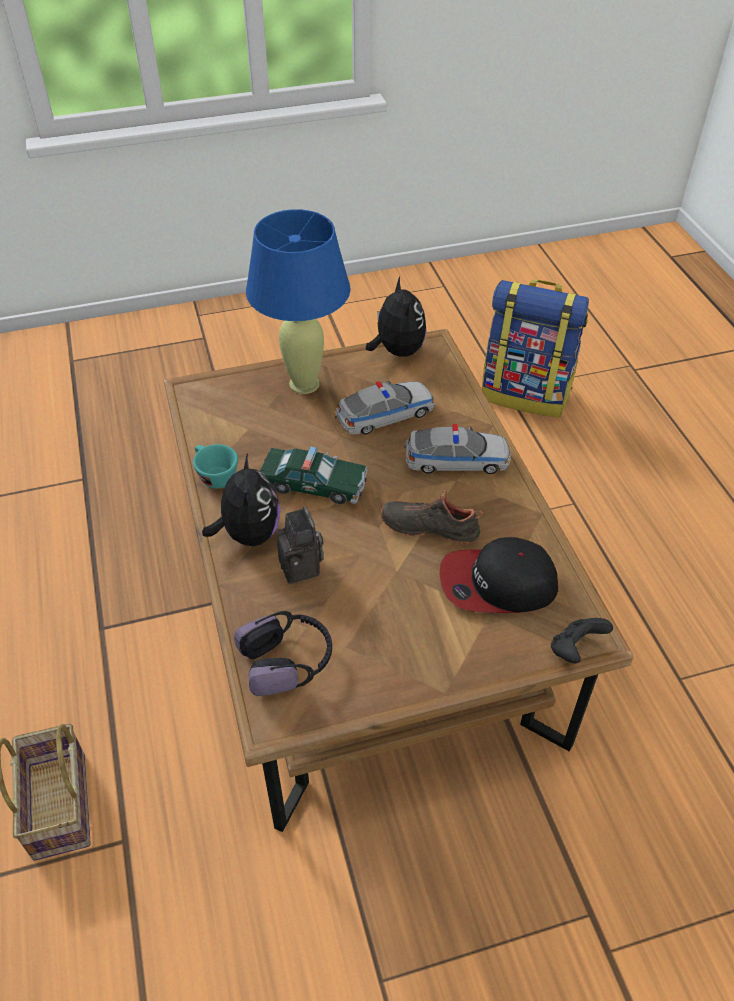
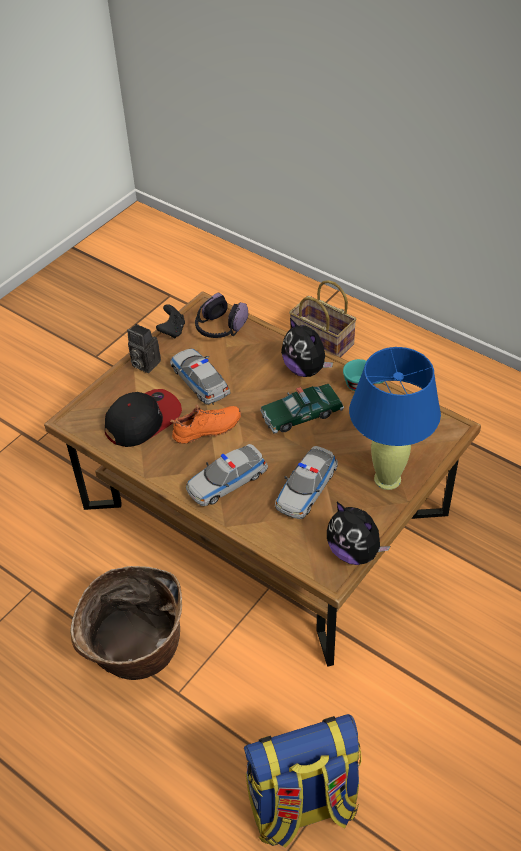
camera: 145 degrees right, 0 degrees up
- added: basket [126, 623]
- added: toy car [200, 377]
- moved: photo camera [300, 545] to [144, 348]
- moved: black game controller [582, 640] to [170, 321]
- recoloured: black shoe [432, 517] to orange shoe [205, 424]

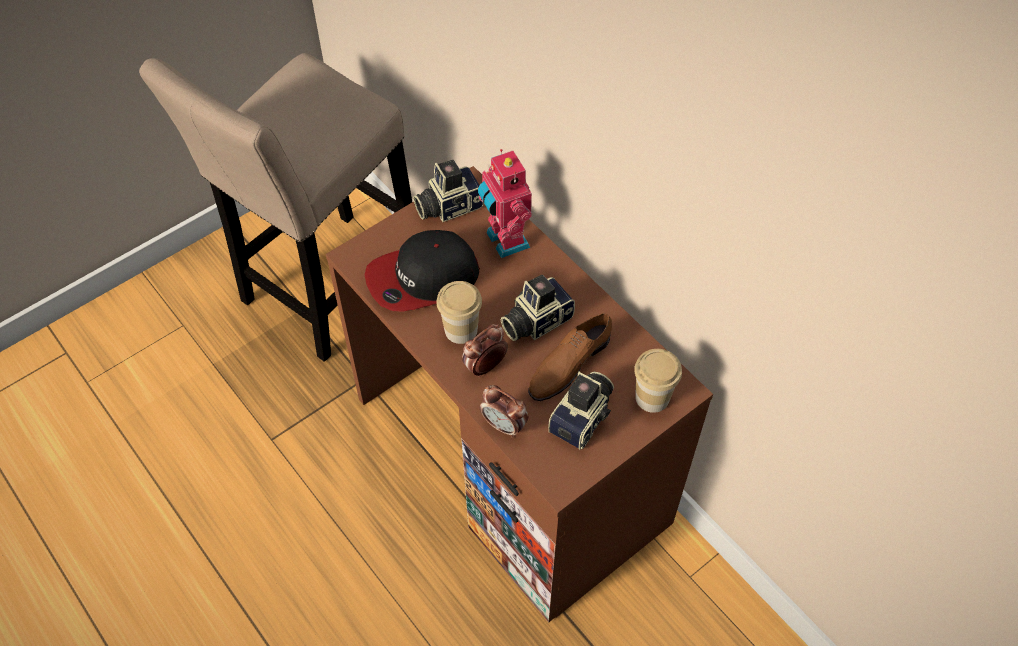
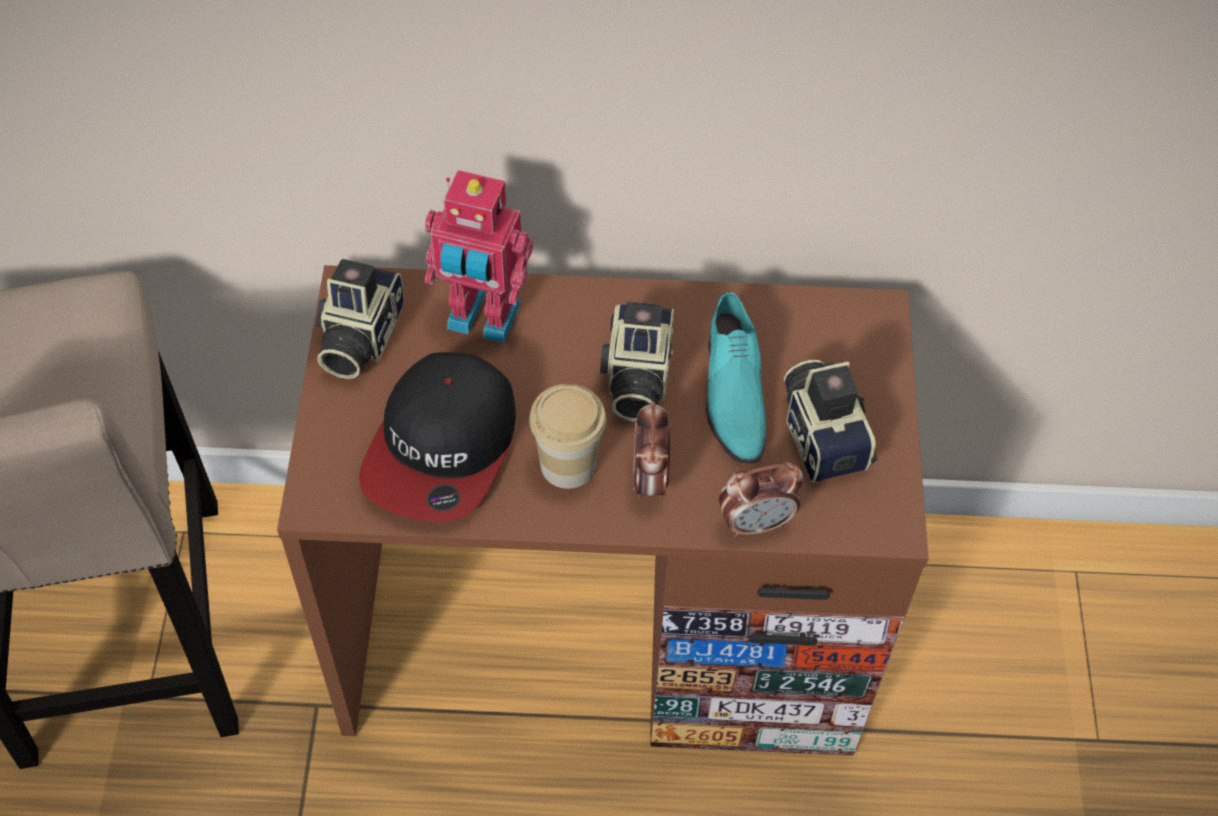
camera: 50 degrees left, 0 degrees up
- removed: cup [658, 381]
- recoloured: brown shoe [570, 357] to turquoise shoe [736, 378]

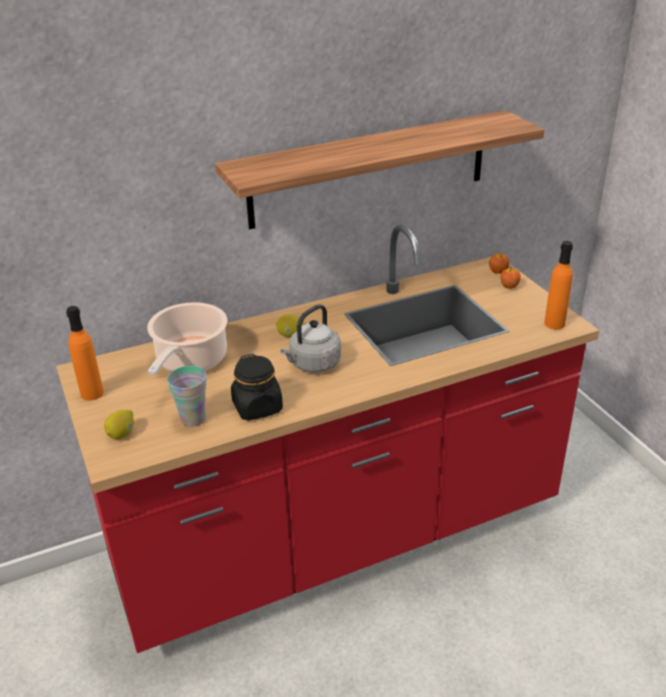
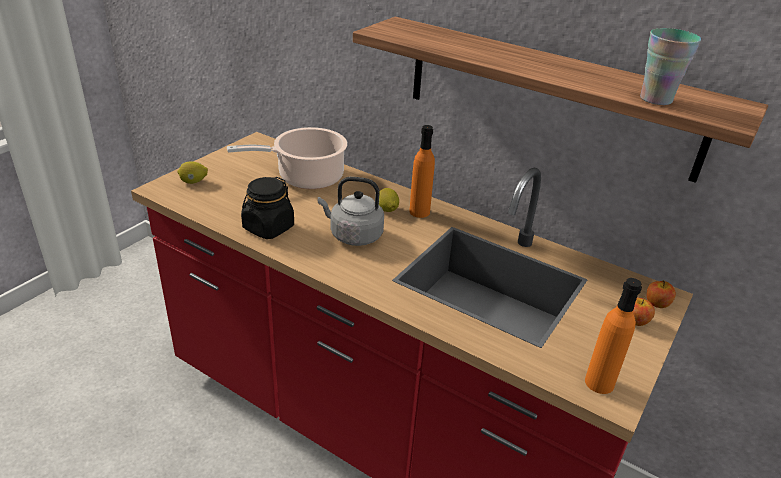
camera: 55 degrees right, 0 degrees up
- moved: orange bottle [85, 353] to [422, 171]
- moved: cup [186, 396] to [670, 66]

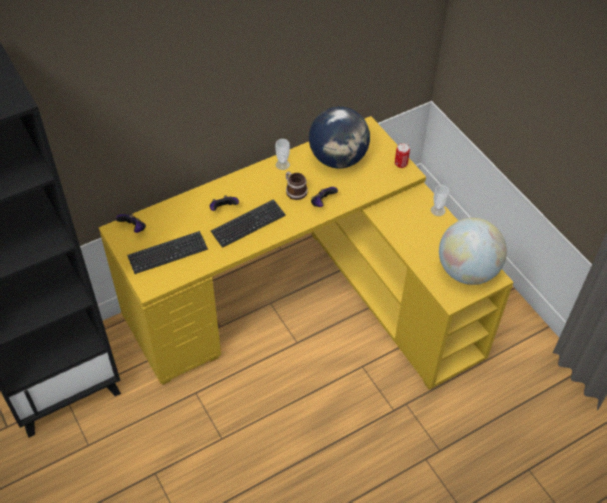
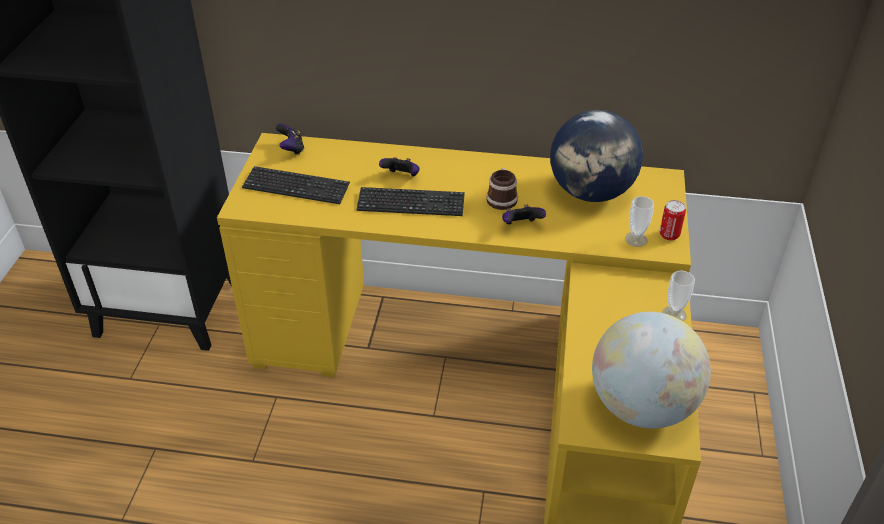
camera: 40 degrees right, 10 degrees down
- moved: cup [282, 154] to [639, 221]

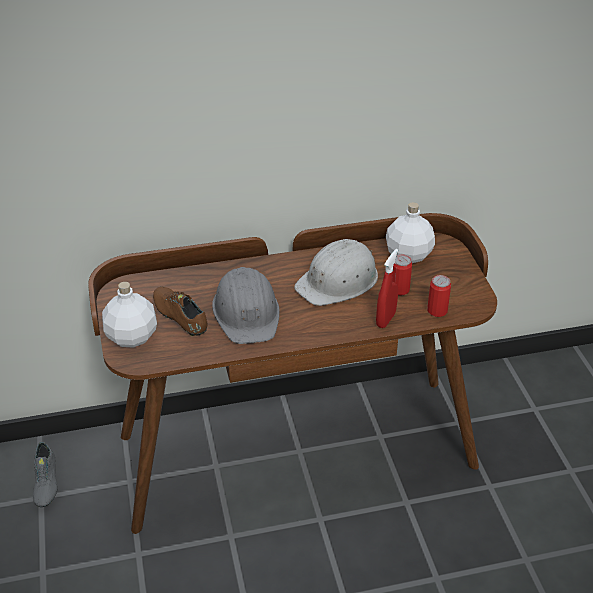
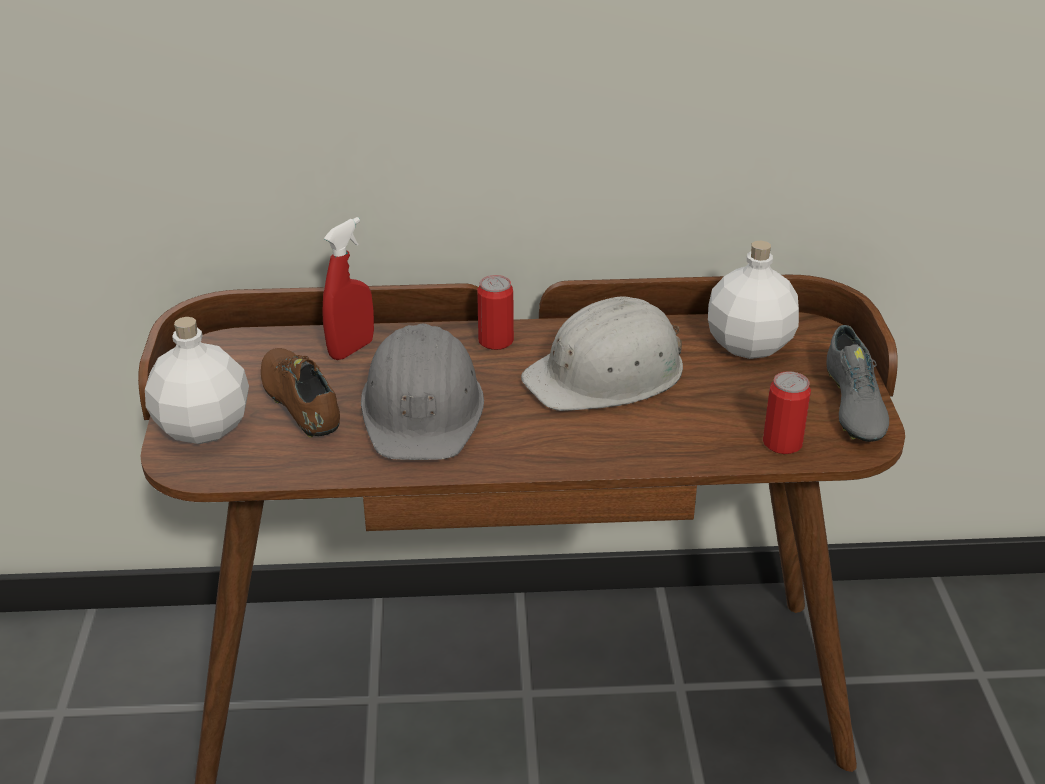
camera: 10 degrees right, 5 degrees down
- moved: grey shoe [45, 474] to [858, 383]
- moved: red spray bottle [387, 288] to [348, 288]
- moved: can [402, 275] to [495, 312]

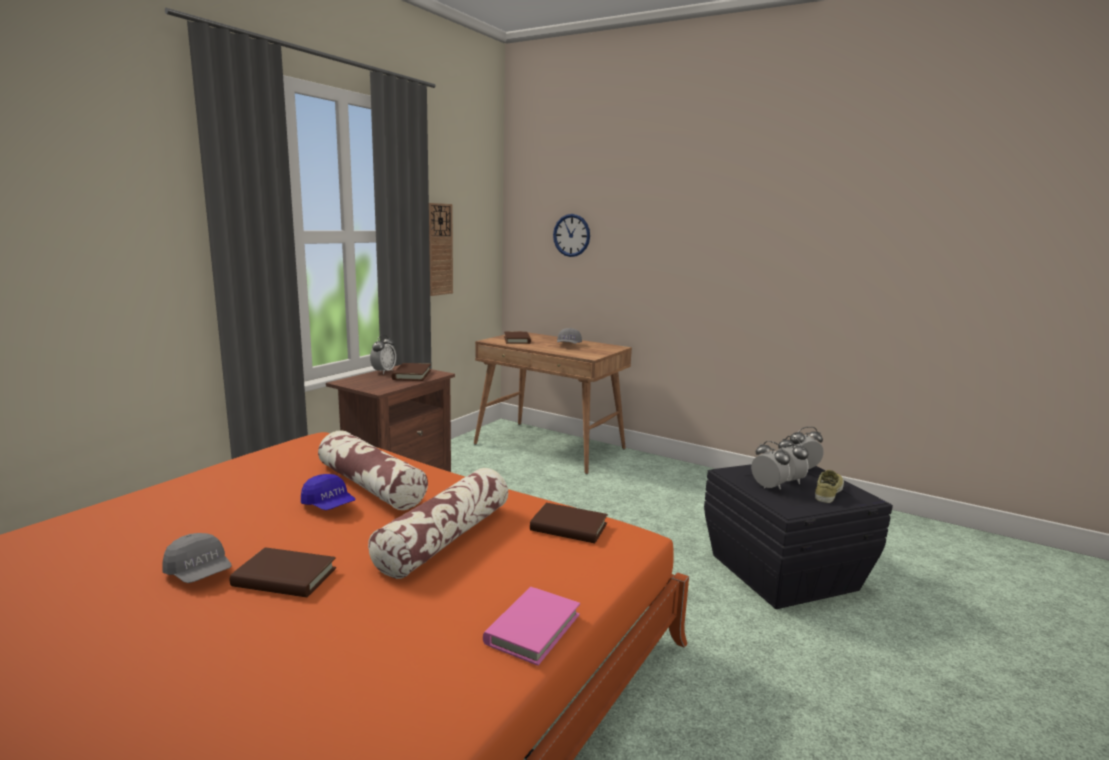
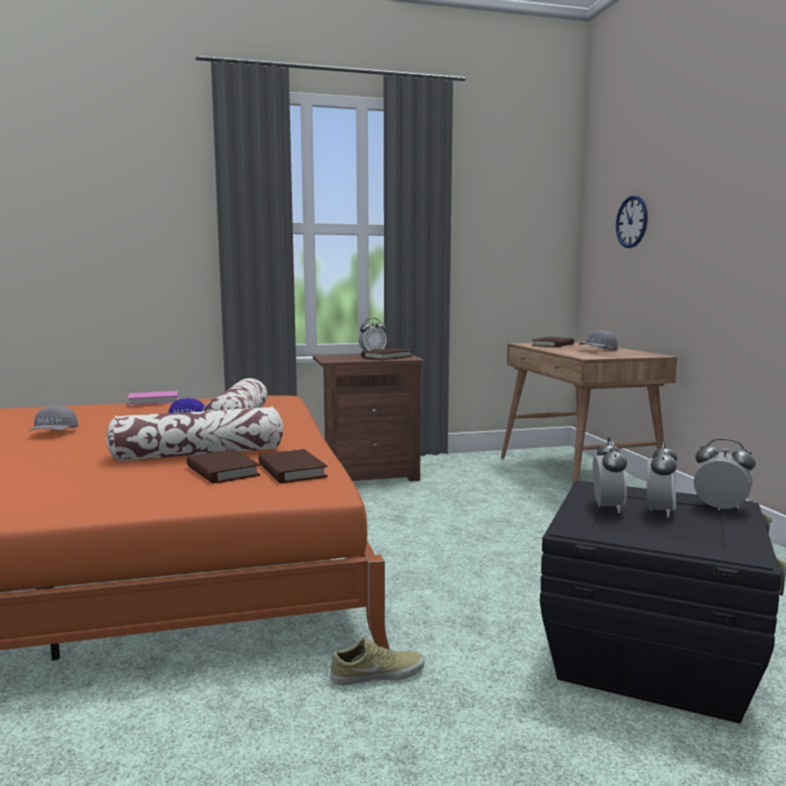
camera: 45 degrees right, 5 degrees down
- removed: wall clock [441, 249]
- moved: brown book [283, 572] to [223, 466]
- moved: pink book [531, 626] to [152, 398]
- moved: beige shoe [829, 486] to [377, 661]

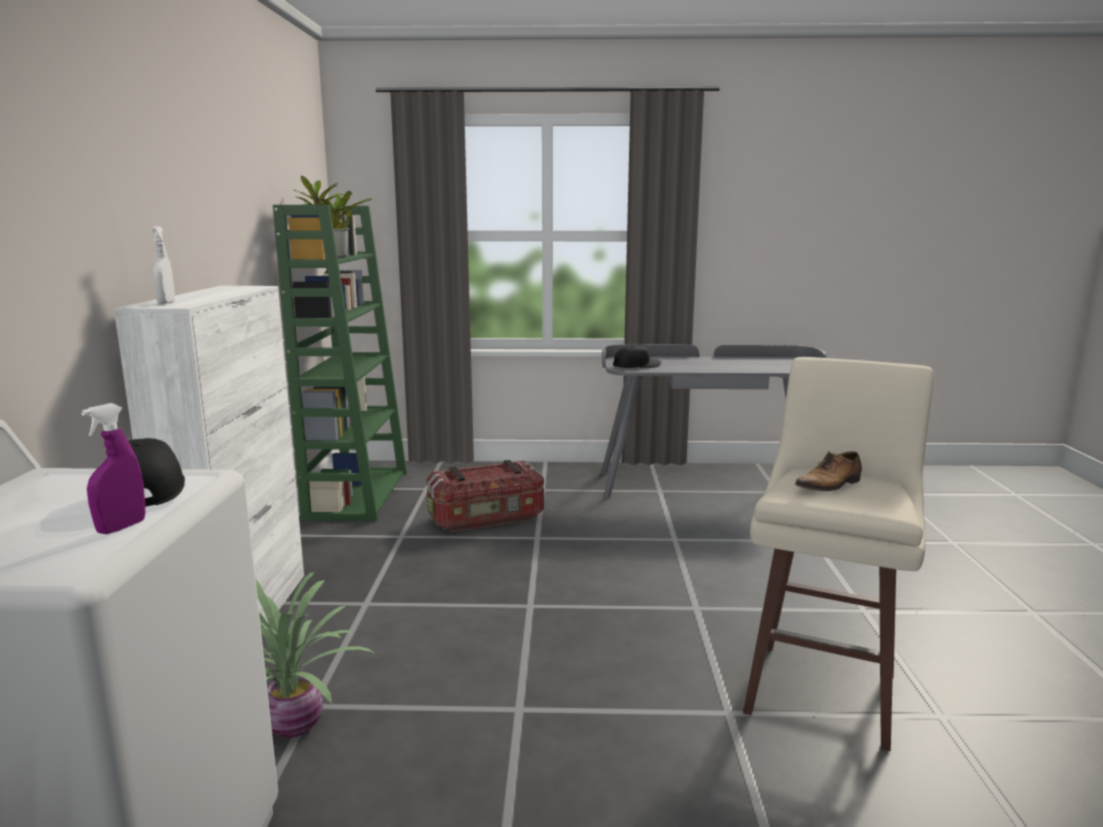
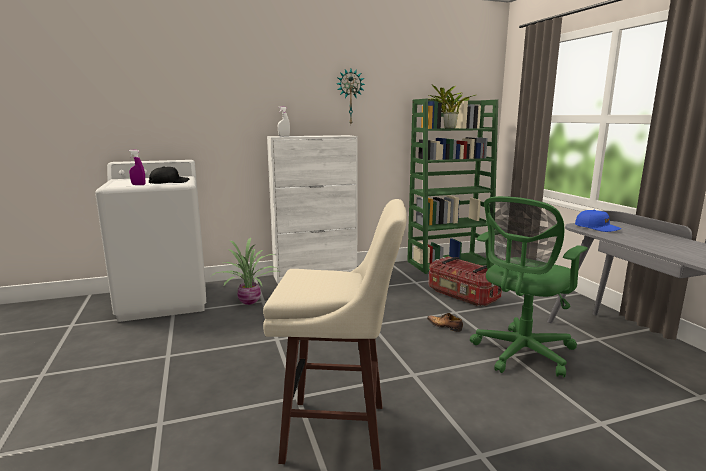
camera: 70 degrees right, 0 degrees up
- added: wall clock [351, 96]
- added: green office chair [529, 287]
- moved: shoe [828, 471] to [445, 322]
- recoloured: black cap [637, 356] to blue cap [598, 221]

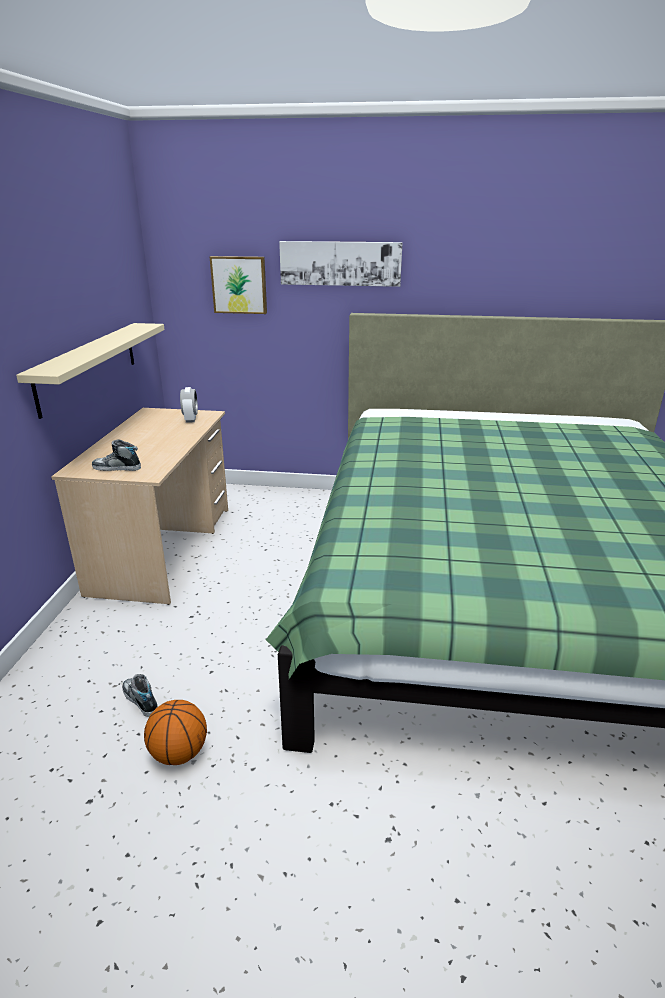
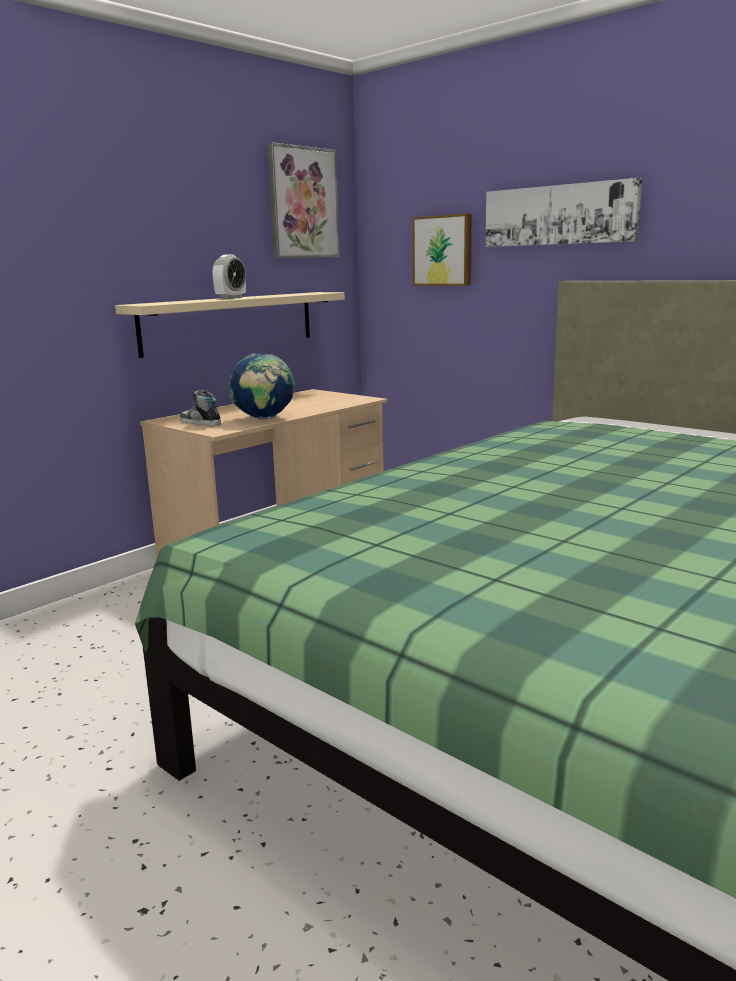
camera: 35 degrees right, 10 degrees down
- removed: shoe [140, 695]
- removed: basketball [175, 732]
- added: globe [262, 386]
- added: picture [303, 200]
- moved: alarm clock [189, 405] to [229, 276]

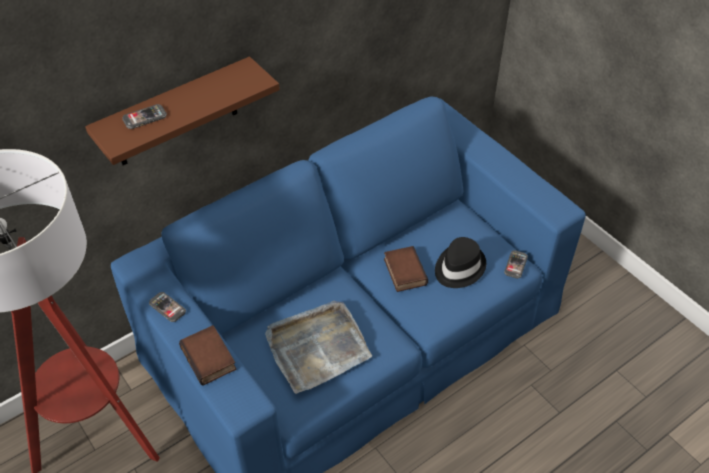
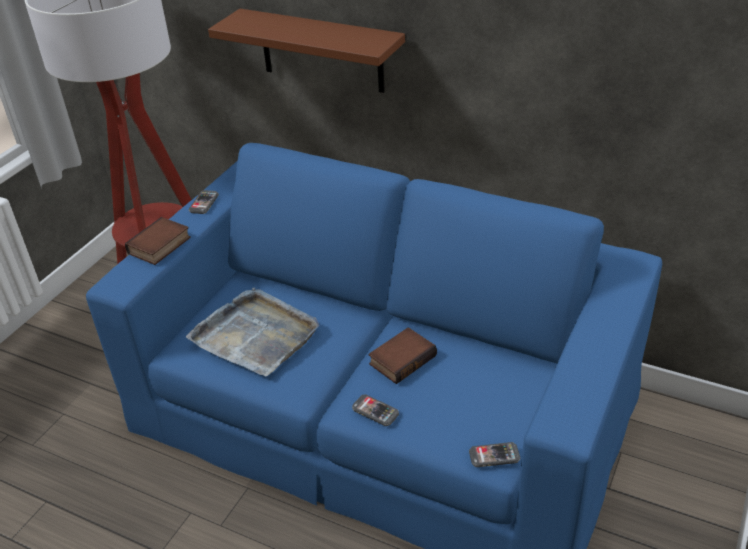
camera: 65 degrees right, 10 degrees down
- removed: black hat [460, 262]
- moved: phone [144, 116] to [375, 410]

